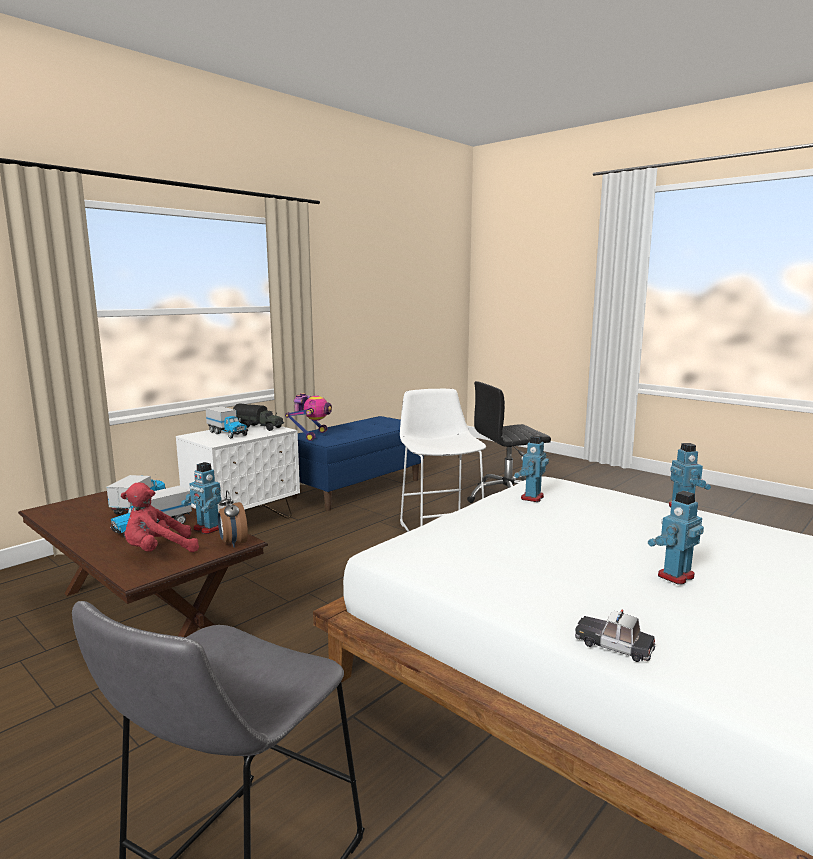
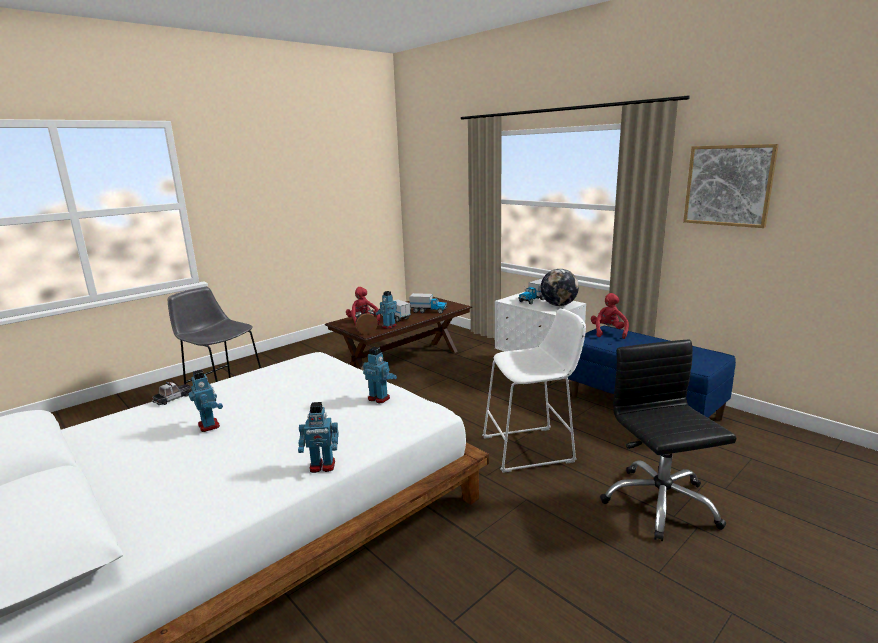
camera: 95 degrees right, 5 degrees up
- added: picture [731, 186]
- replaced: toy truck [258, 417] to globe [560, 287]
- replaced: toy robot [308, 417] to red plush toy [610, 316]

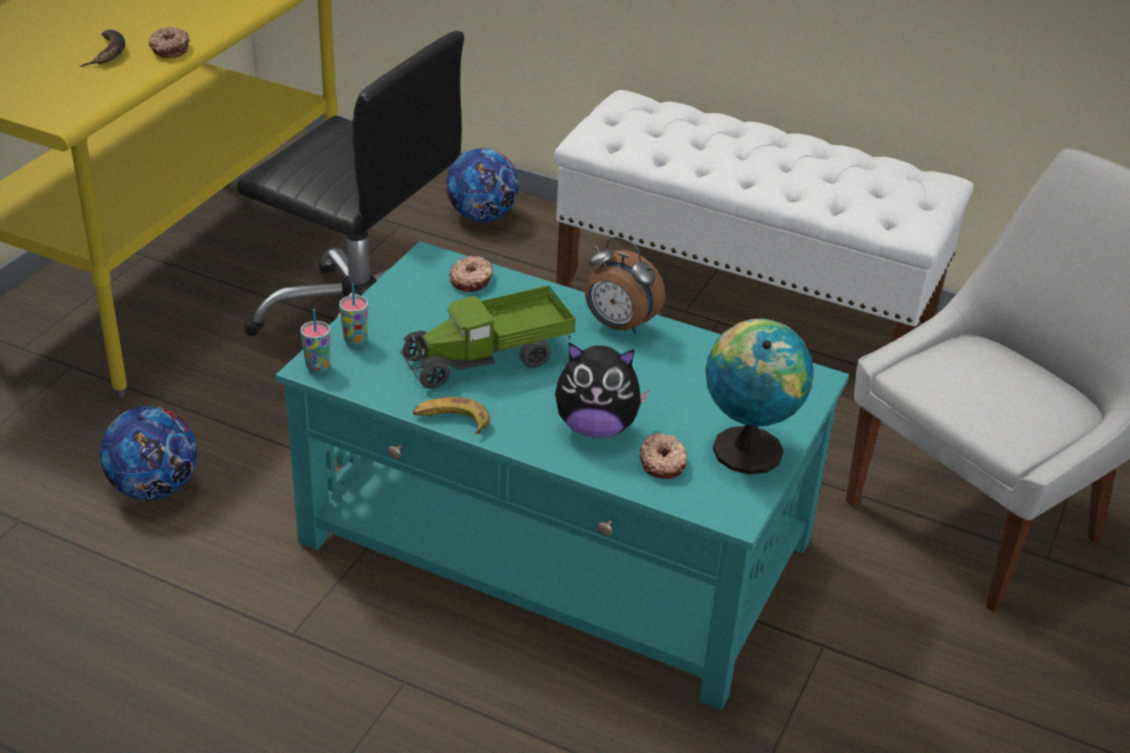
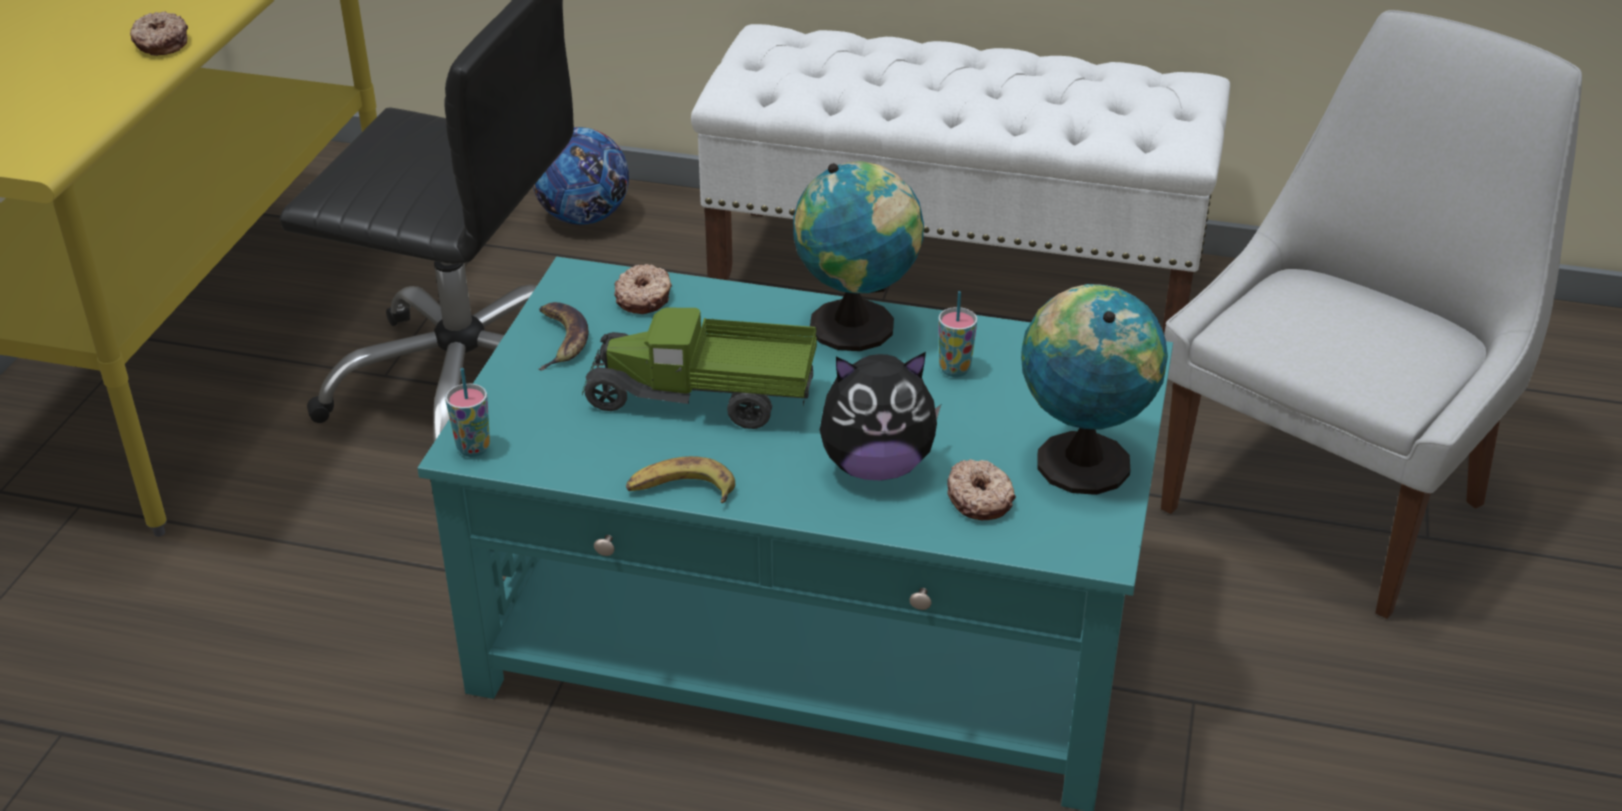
camera: 10 degrees left, 0 degrees up
- removed: football [148, 453]
- moved: banana [102, 48] to [563, 336]
- moved: cup [353, 315] to [957, 334]
- replaced: alarm clock [625, 285] to globe [858, 256]
- turned: toy truck [488, 337] = [699, 368] 45 degrees clockwise

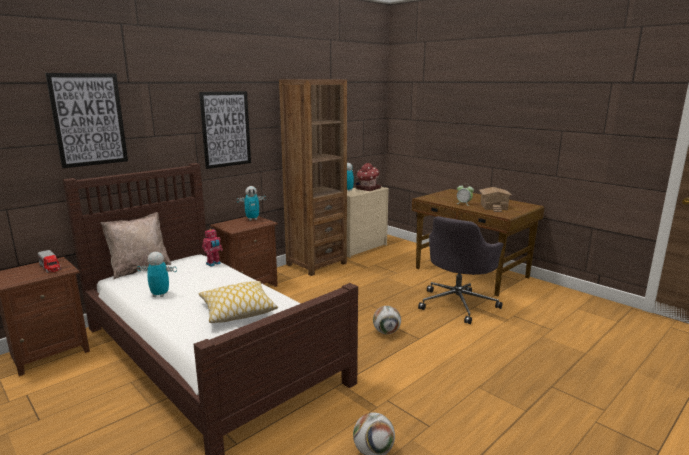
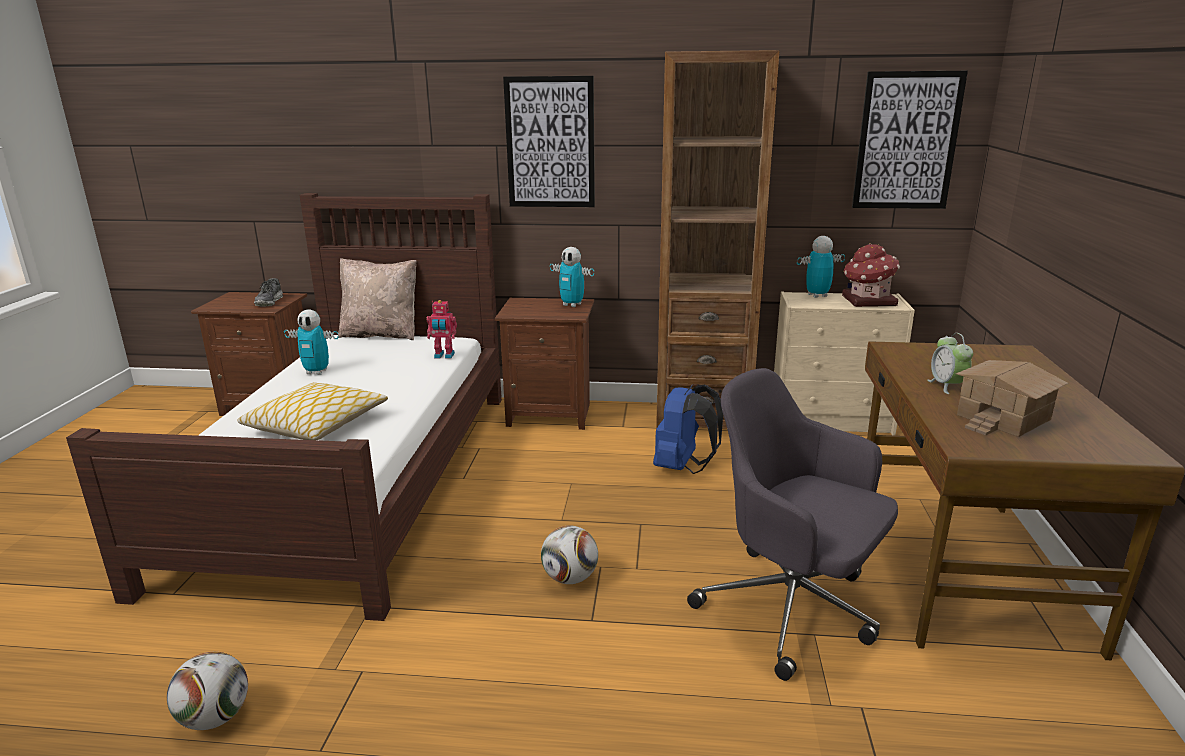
camera: 50 degrees right, 5 degrees up
- added: blue backpack [688, 429]
- moved: picture [86, 120] to [910, 140]
- replaced: toy truck [49, 261] to shoe [268, 292]
- turned: toy robot [157, 274] = [311, 342] 135 degrees clockwise
- turned: grey office chair [461, 270] = [792, 524] 45 degrees clockwise

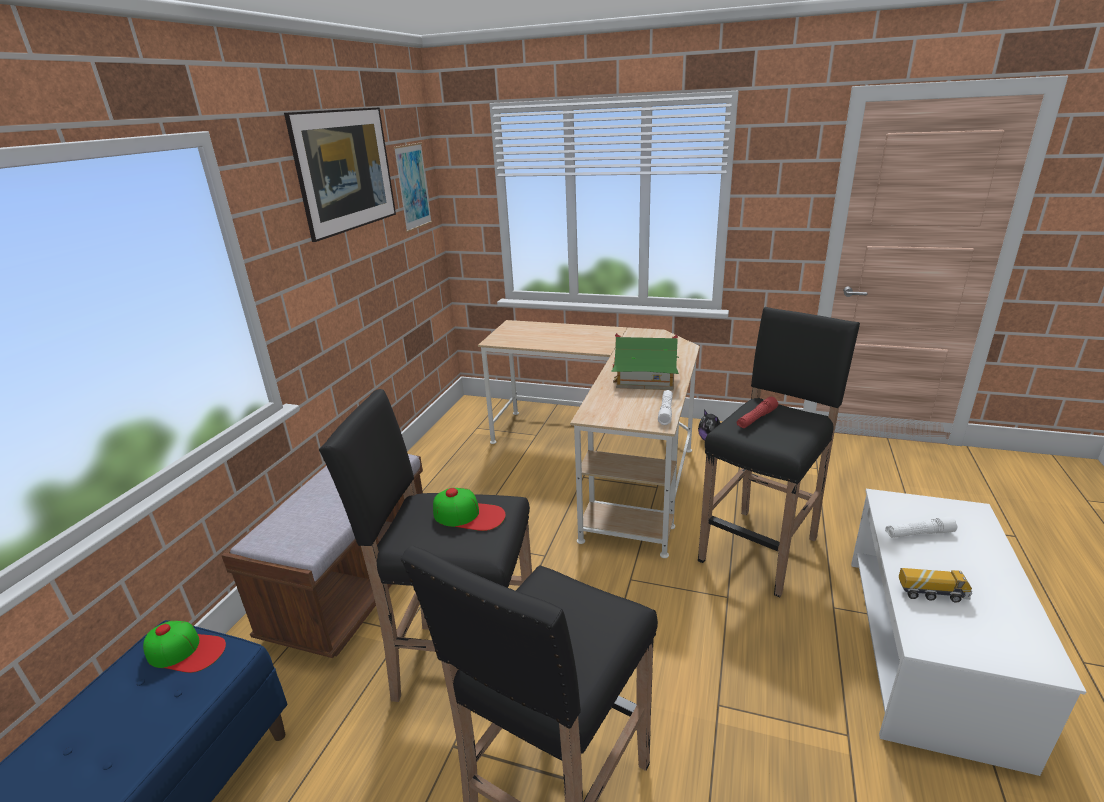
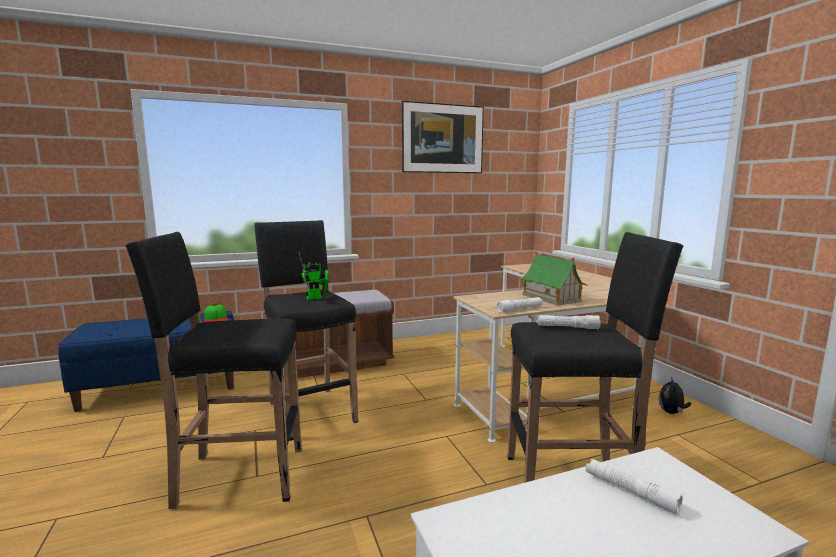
camera: 50 degrees right, 15 degrees down
- removed: picture [412, 187]
- removed: toy truck [935, 585]
- replaced: cap [469, 509] to toy robot [313, 276]
- recoloured: red flashlight [757, 412] to white flashlight [568, 322]

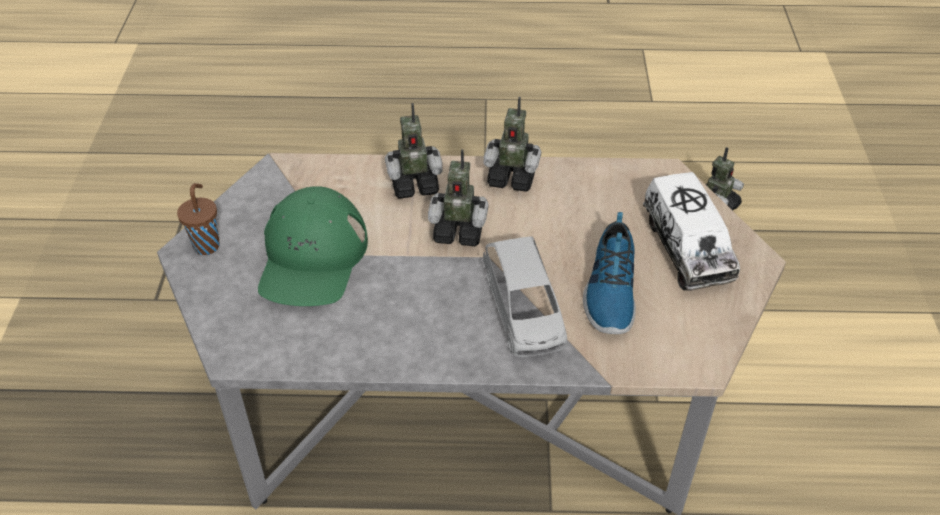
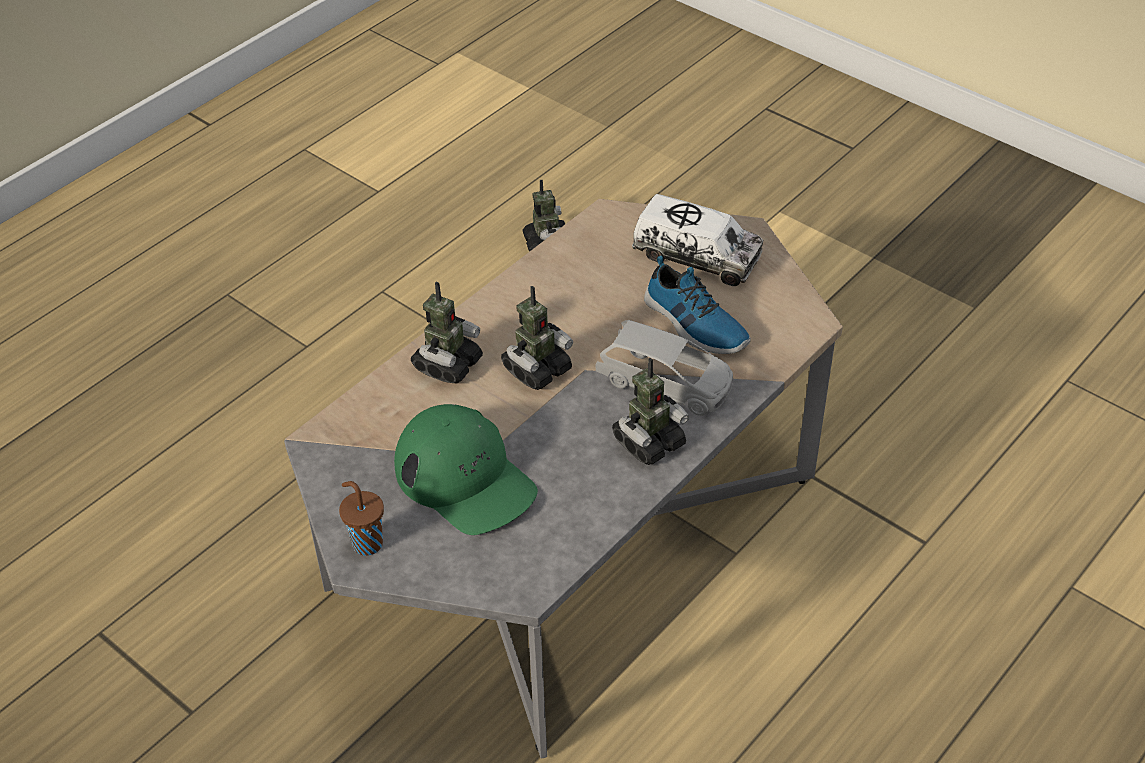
camera: 50 degrees left, 0 degrees up
- moved: toy robot [512, 144] to [650, 411]

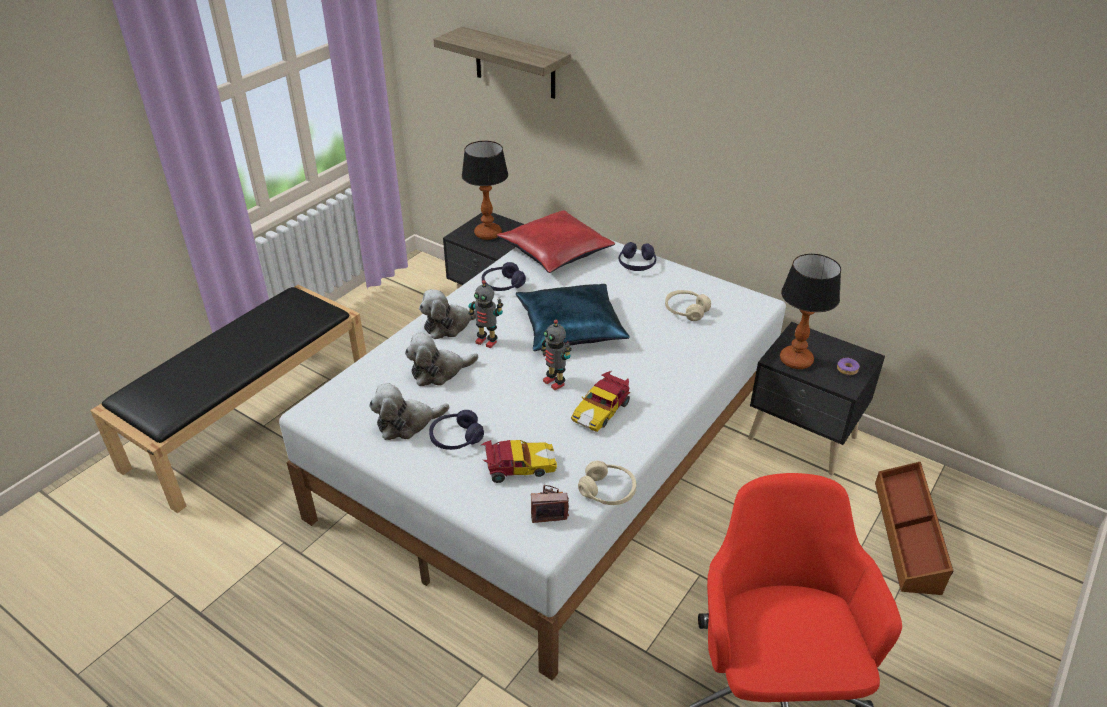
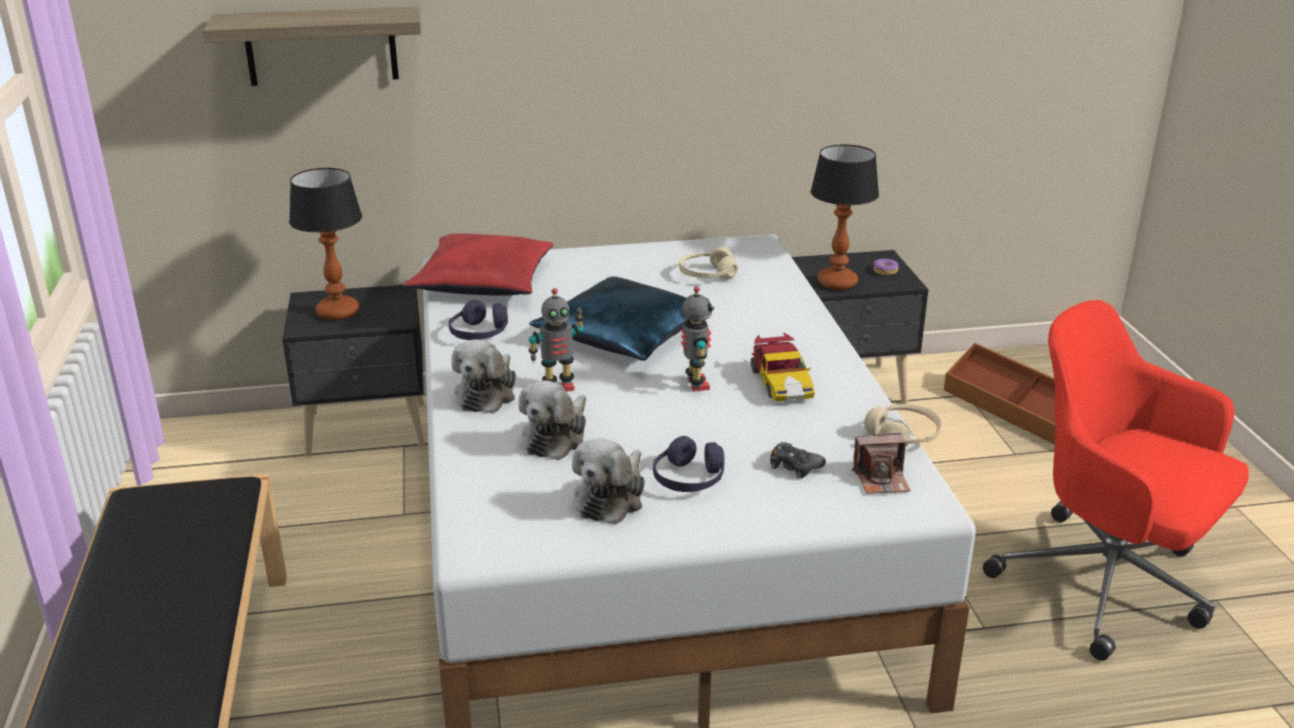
camera: 45 degrees left, 10 degrees down
- removed: purple headphones [637, 256]
- replaced: toy car [519, 461] to black game controller [798, 460]
- turned: photo camera [550, 504] = [881, 463] 135 degrees counterclockwise
- turned: toy robot [556, 355] = [697, 338] 105 degrees counterclockwise

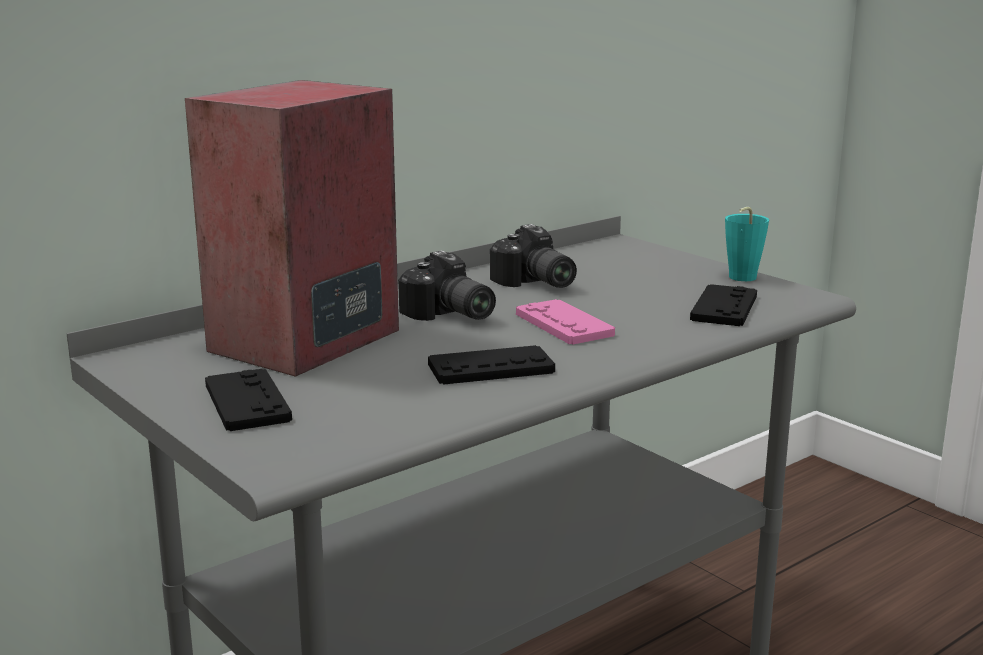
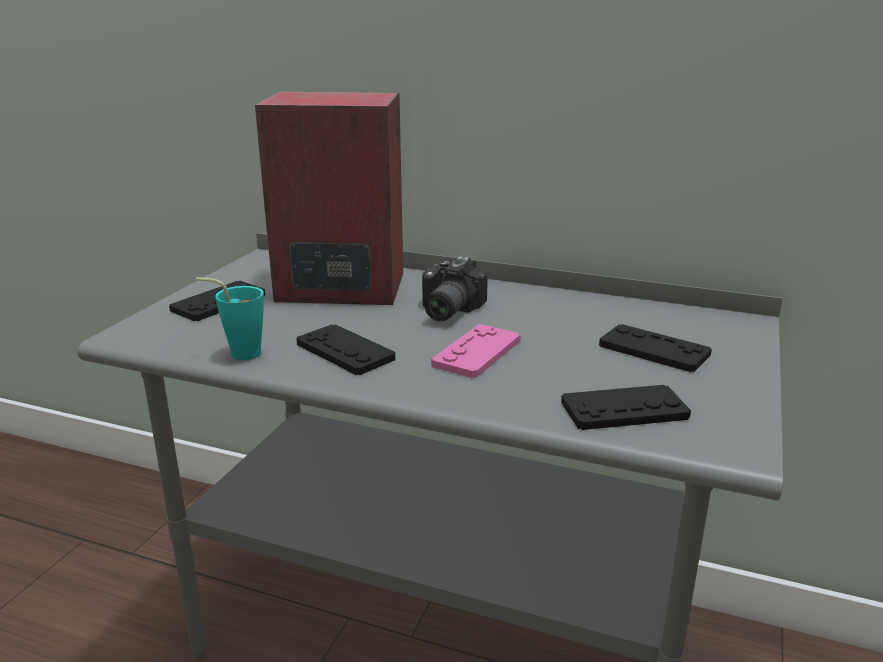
camera: 60 degrees right, 5 degrees up
- removed: photo camera [533, 256]
- added: black game controller [655, 348]
- moved: turquoise cup [747, 244] to [230, 318]

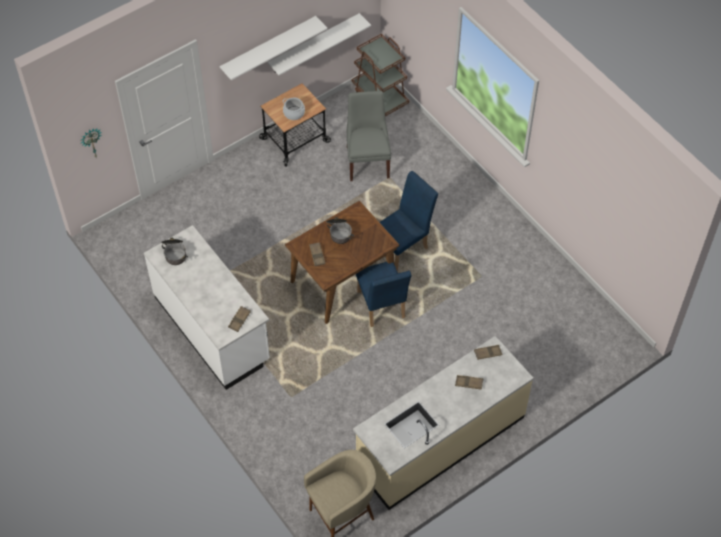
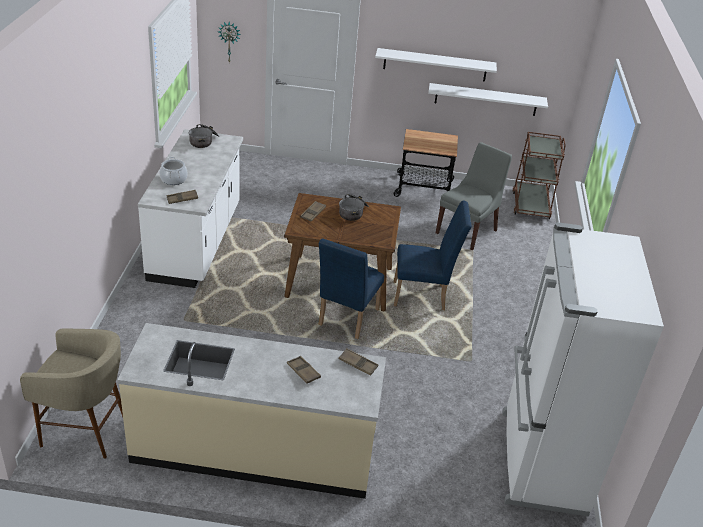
camera: 40 degrees right, 20 degrees down
- added: white fridge [583, 369]
- moved: cooking pot [294, 109] to [173, 171]

